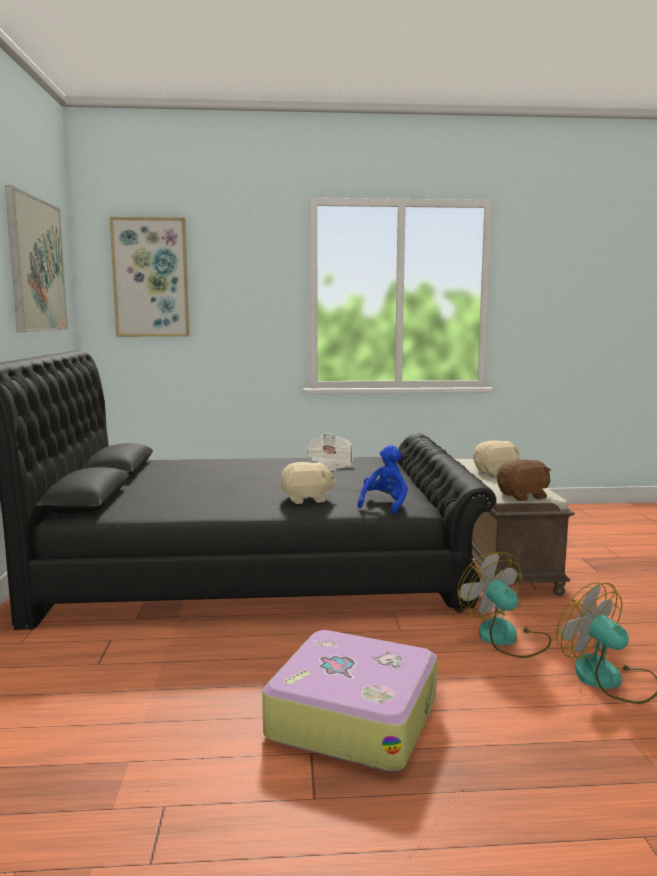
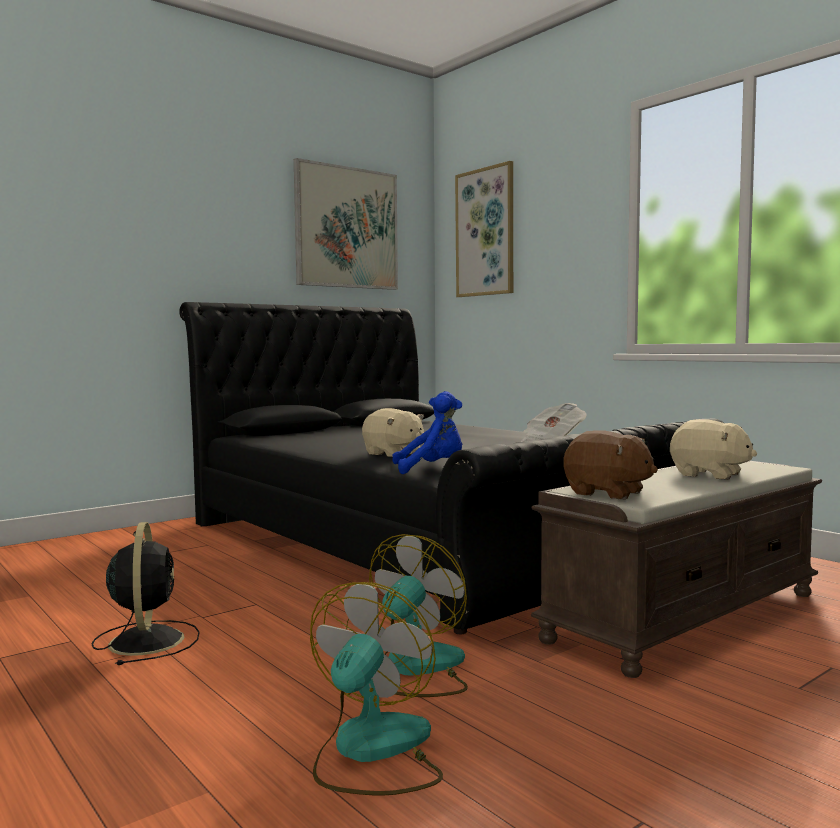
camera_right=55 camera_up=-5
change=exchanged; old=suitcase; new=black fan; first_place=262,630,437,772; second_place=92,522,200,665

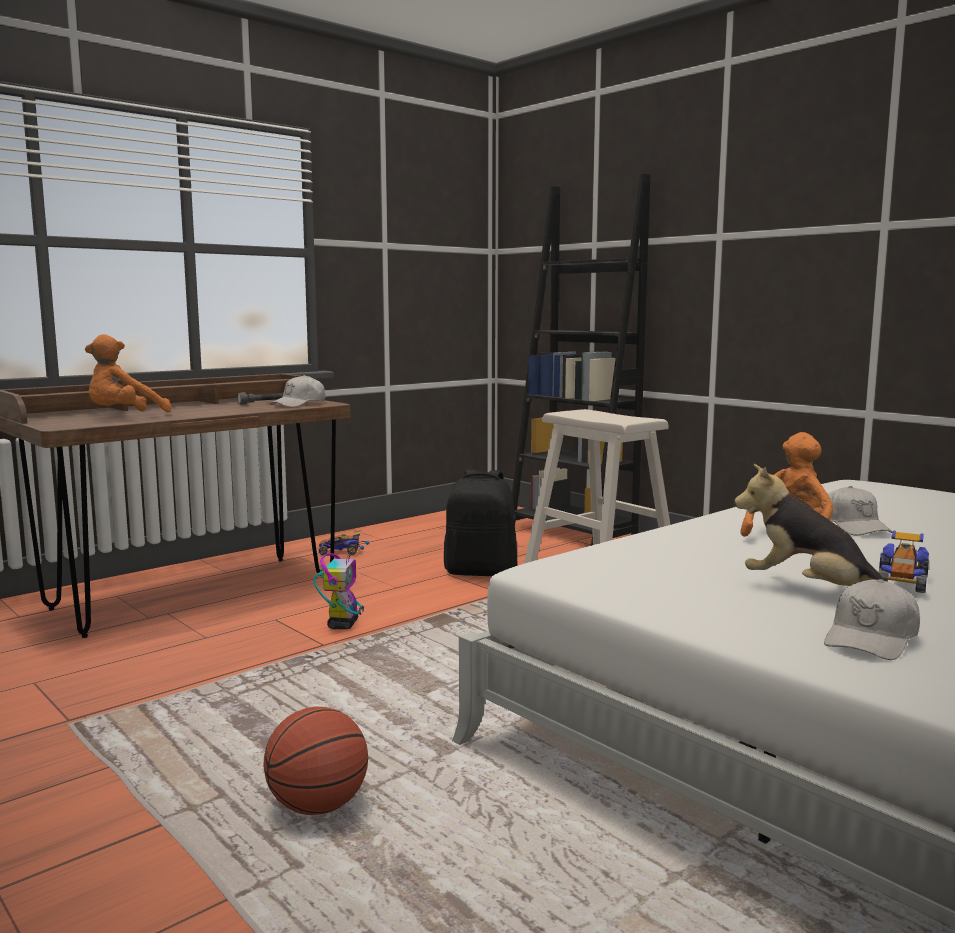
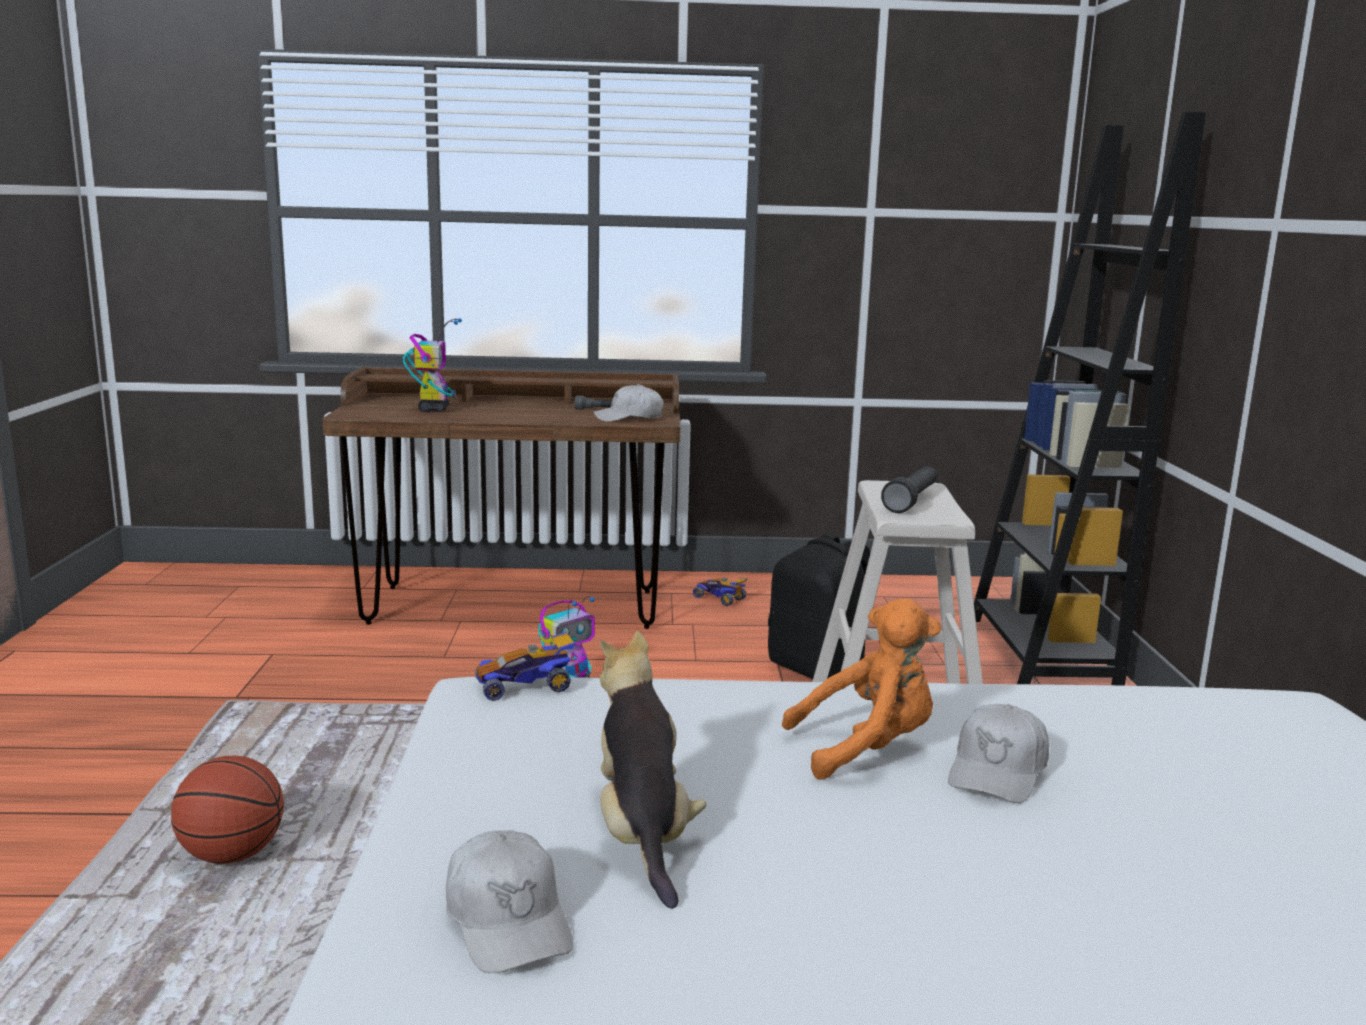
camera_right=40 camera_up=5
change=exchanged; old=orangey soft toy; new=robot figure; first_place=85,334,172,412; second_place=403,318,462,412
change=relocated; old=miniature car; first_place=878,530,929,593; second_place=475,631,575,701
change=spun; old=whitish baseball cap; first_place=824,579,920,660; second_place=446,830,574,973; degrees=-105
change=appeared; new=black torch; second_place=881,466,937,513

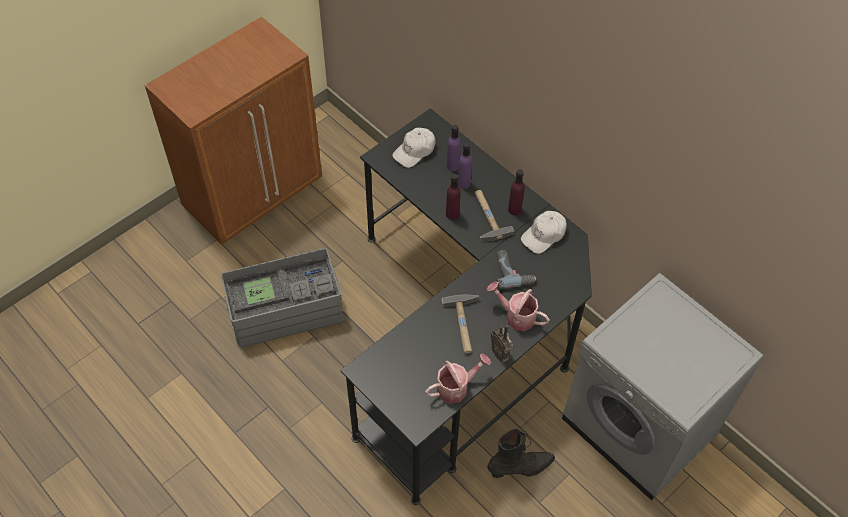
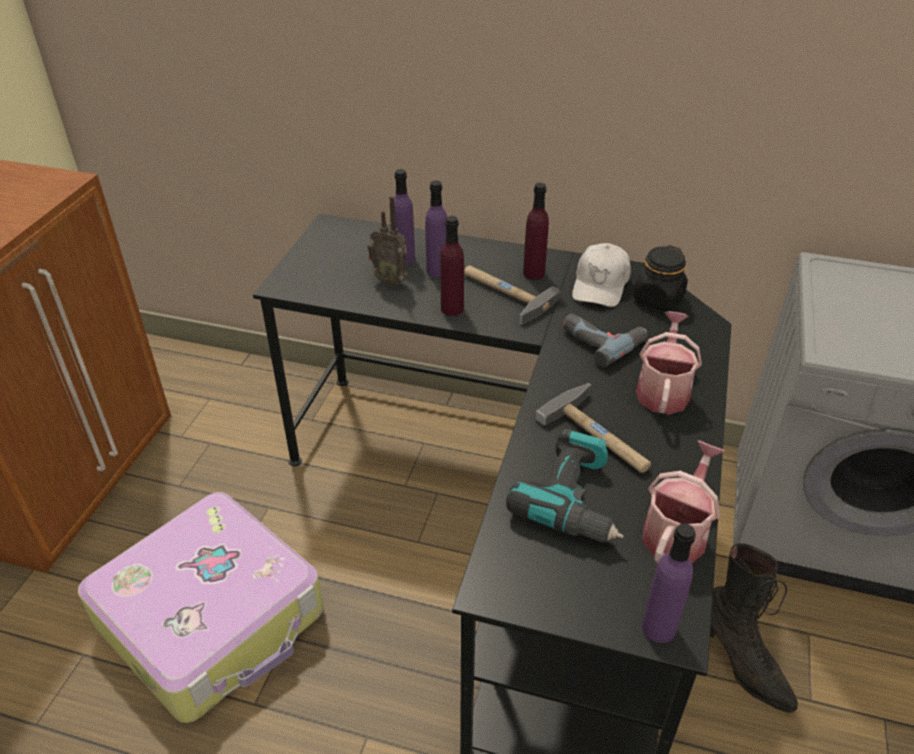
camera_right=-30 camera_up=-15
change=missing; old=whitish baseball cap; first_place=392,128,436,168
change=exchanged; old=greyish storage bin; new=suitcase; first_place=221,248,344,348; second_place=78,492,324,723
change=spun; old=watering pot; first_place=487,281,550,331; second_place=636,311,702,414; degrees=105
change=relocated; old=radio; first_place=491,325,513,363; second_place=367,196,408,287
change=spun; old=black boot; first_place=487,428,555,478; second_place=710,543,798,713; degrees=105
change=appeared; new=black storage jar; second_place=633,245,688,311
change=appeared; new=power drill; second_place=506,429,624,542
change=appeared; new=purplish drink bottle; second_place=642,523,696,643

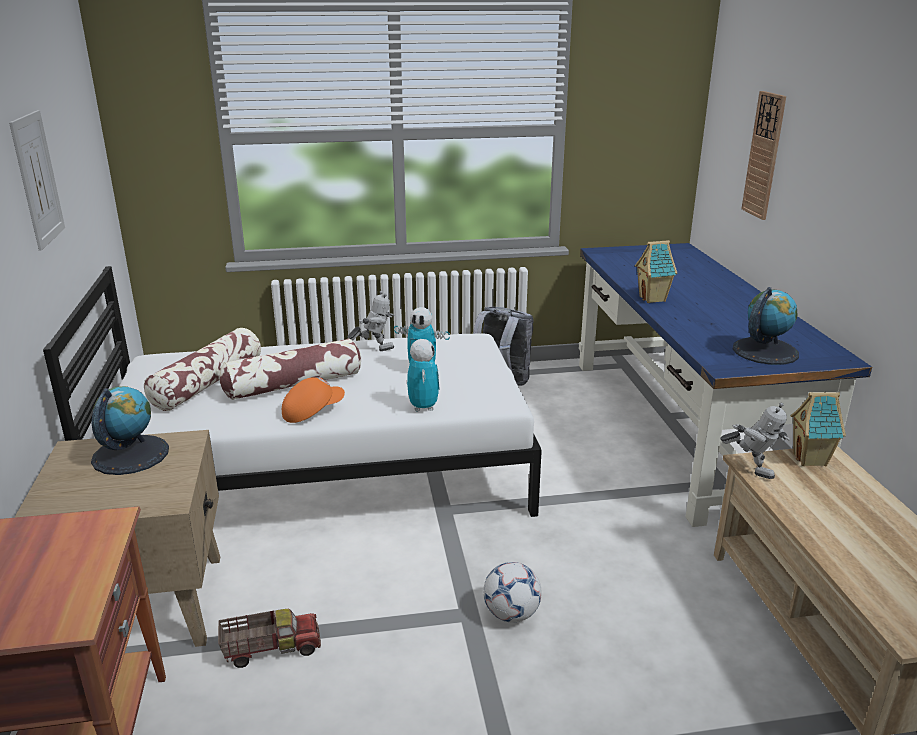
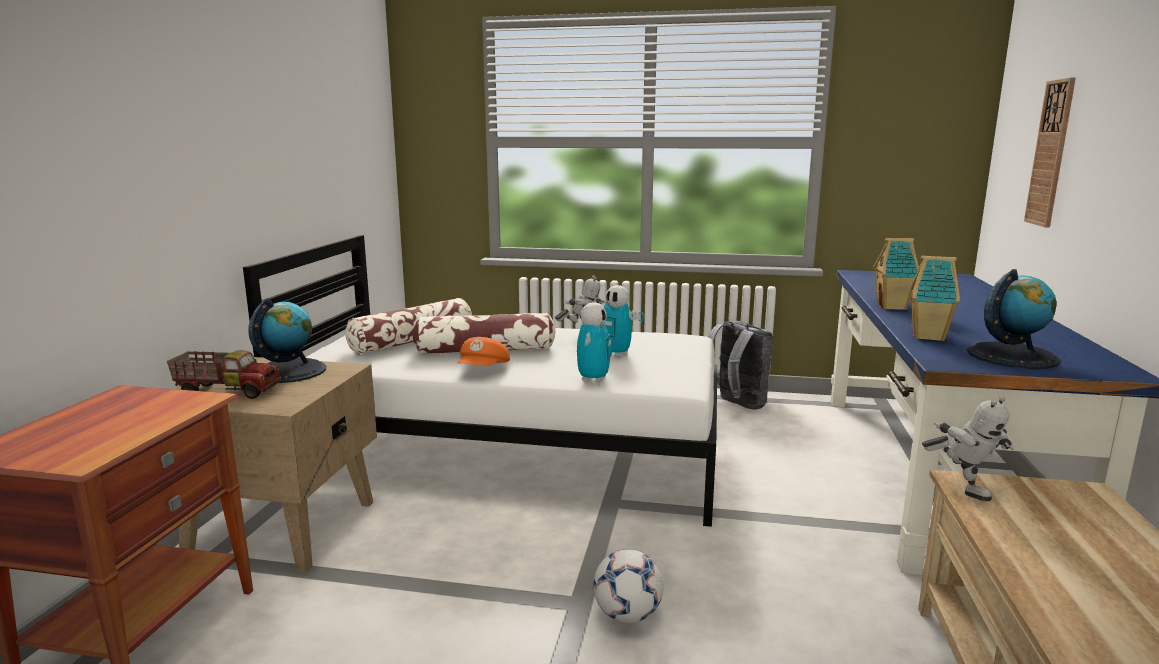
camera_right=20 camera_up=-10
change=missing; old=wall art; first_place=9,110,65,251
change=spun; old=orangey baseball cap; first_place=282,377,345,423; second_place=458,337,510,366; degrees=120
change=relocated; old=toy house; first_place=791,391,846,466; second_place=910,255,960,341
change=relocated; old=toy lorry; first_place=218,609,321,668; second_place=167,350,281,399

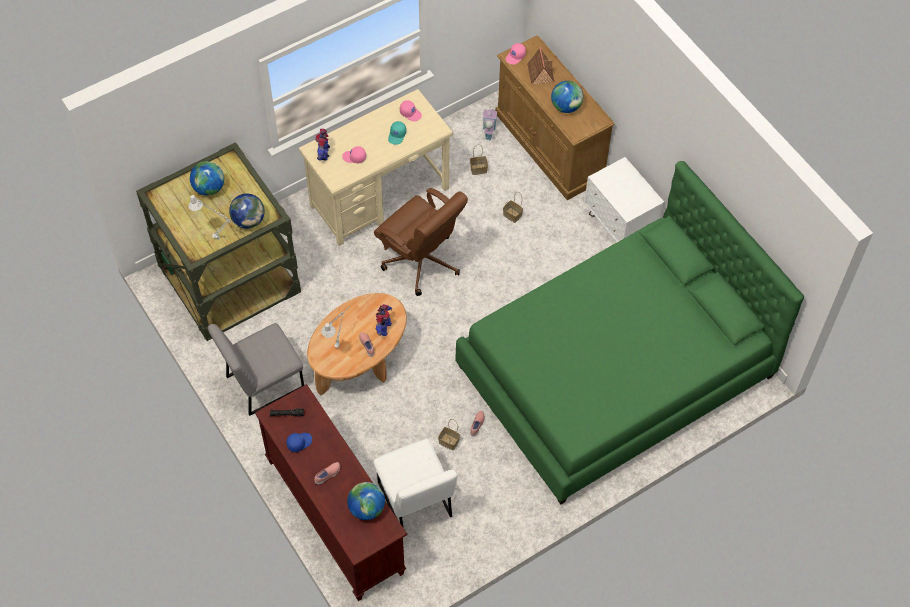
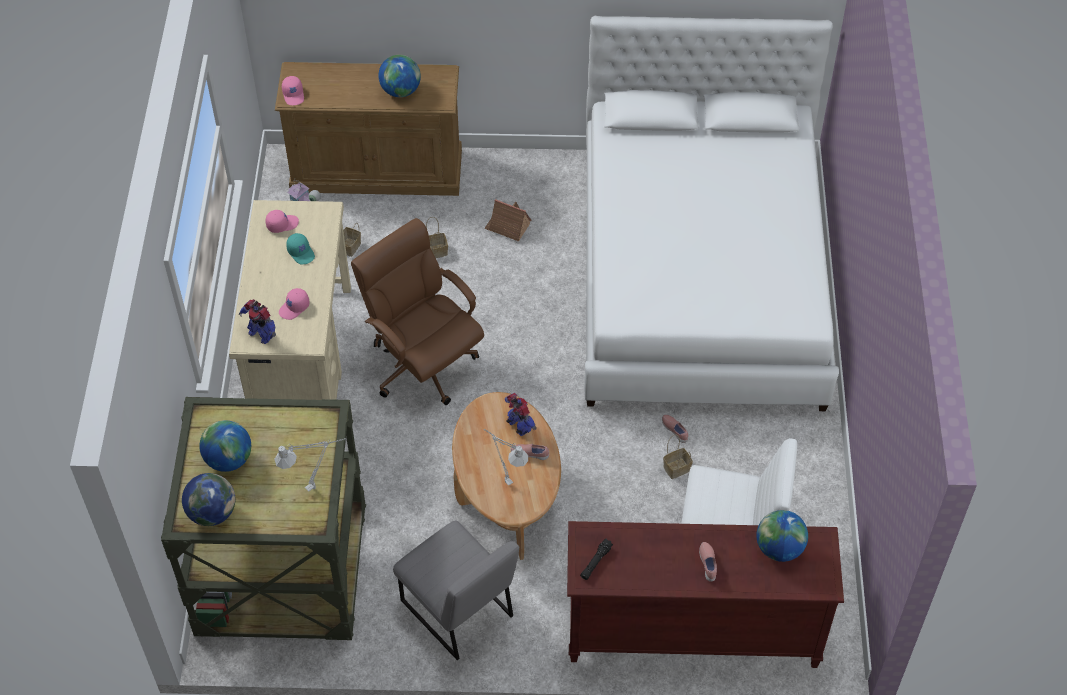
camera_right=-55 camera_up=-5
change=relocated; old=toy house; first_place=527,47,554,85; second_place=484,199,532,242
change=missing; old=whitish nightstand; first_place=584,157,664,242
change=colour; old=green sleeping bed; new=whitish sleeping bed; first_place=455,161,804,504; second_place=584,16,839,411
change=spun; old=brownish computer chair; first_place=374,188,468,296; second_place=351,218,484,405; degrees=-120
change=relocated; old=world globe; first_place=229,193,265,229; second_place=182,473,236,526
change=spun; old=greyish plain chair; first_place=208,323,304,416; second_place=393,521,519,660; degrees=-45
change=missing; old=blue baseball cap; first_place=286,433,312,452

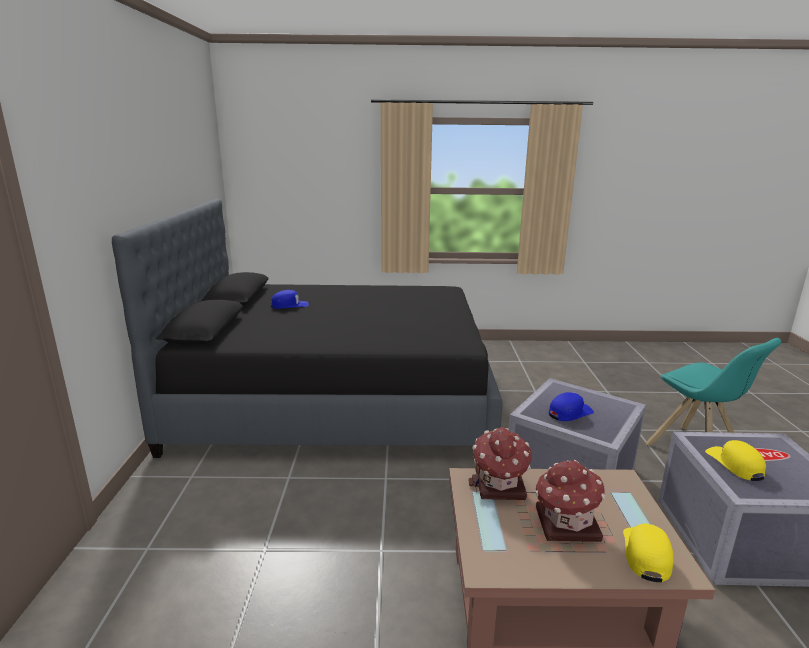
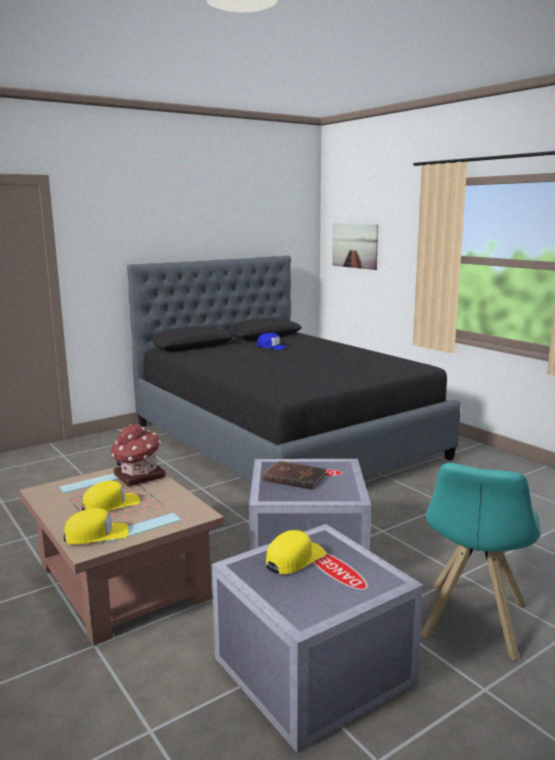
camera_right=55 camera_up=-5
change=exchanged; old=blue baseball cap; new=brownish volume; first_place=549,392,594,421; second_place=263,461,327,490
change=exchanged; old=toy house; new=yellowish baseball cap; first_place=535,460,606,542; second_place=82,481,140,512
change=appeared; new=wall art; second_place=332,223,378,270

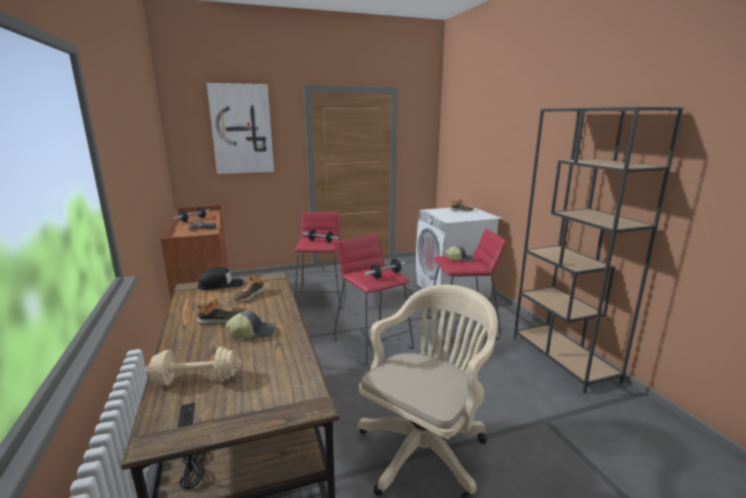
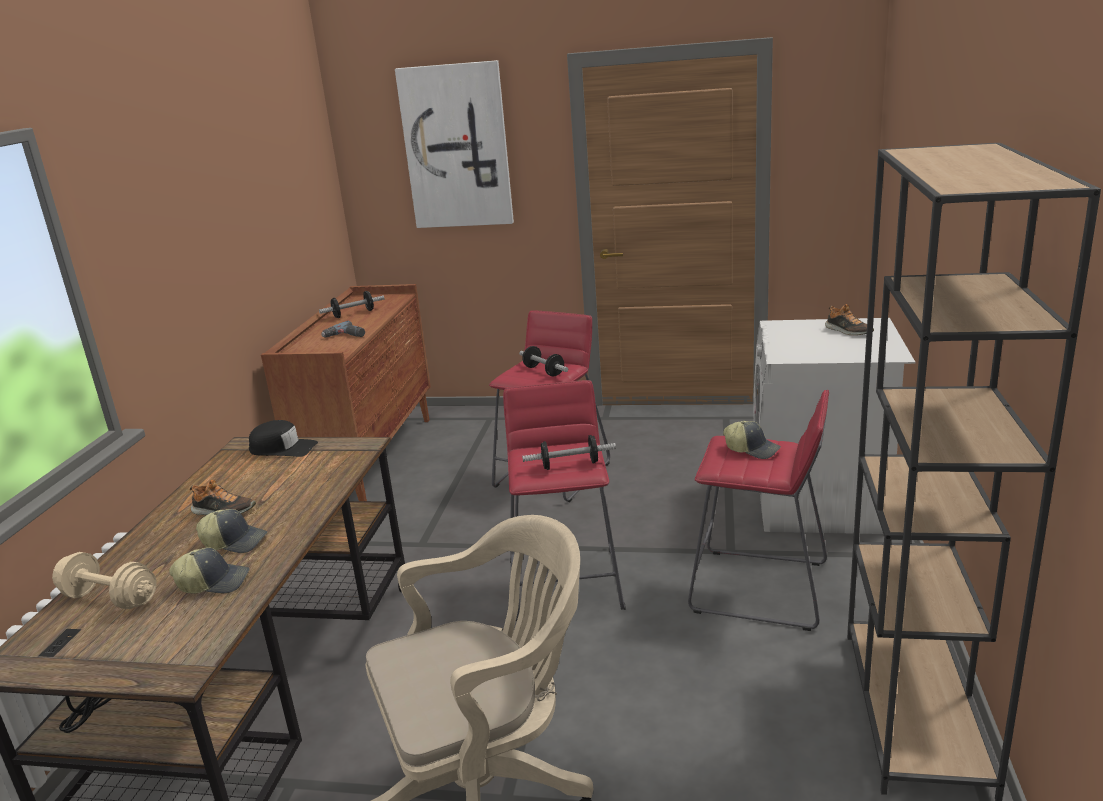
camera_right=30 camera_up=5
change=missing; old=shoe; first_place=234,274,266,301
change=appeared; new=baseball cap; second_place=169,547,250,594

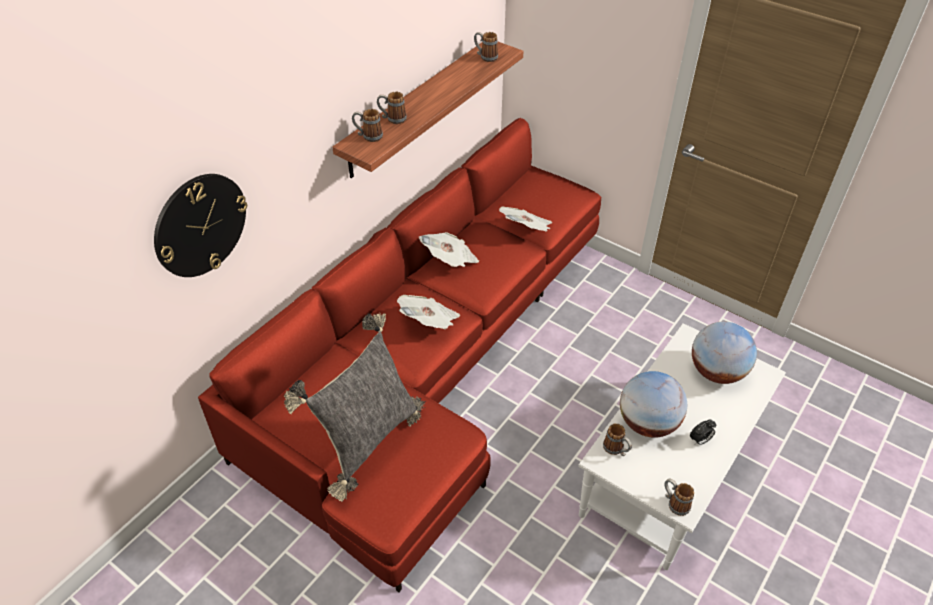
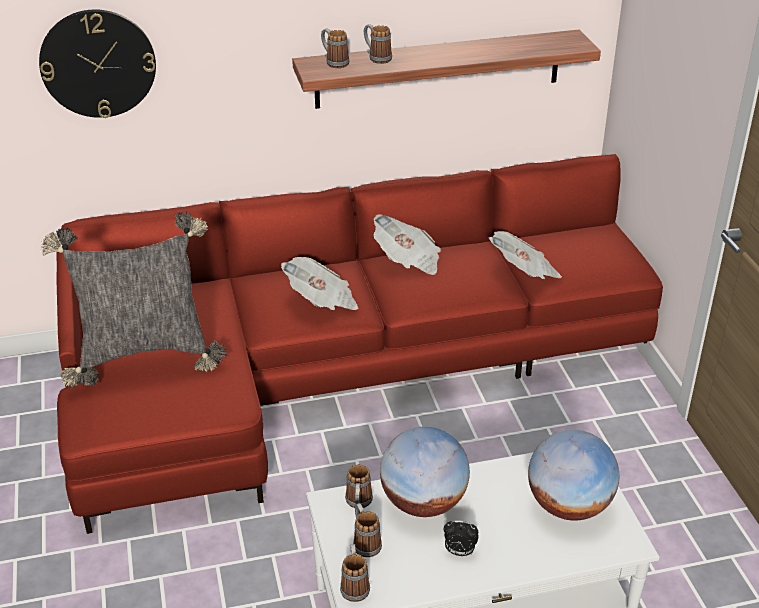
camera_right=40 camera_up=-10
change=relocated; old=tea mug; first_place=474,32,498,62; second_place=353,503,382,557

